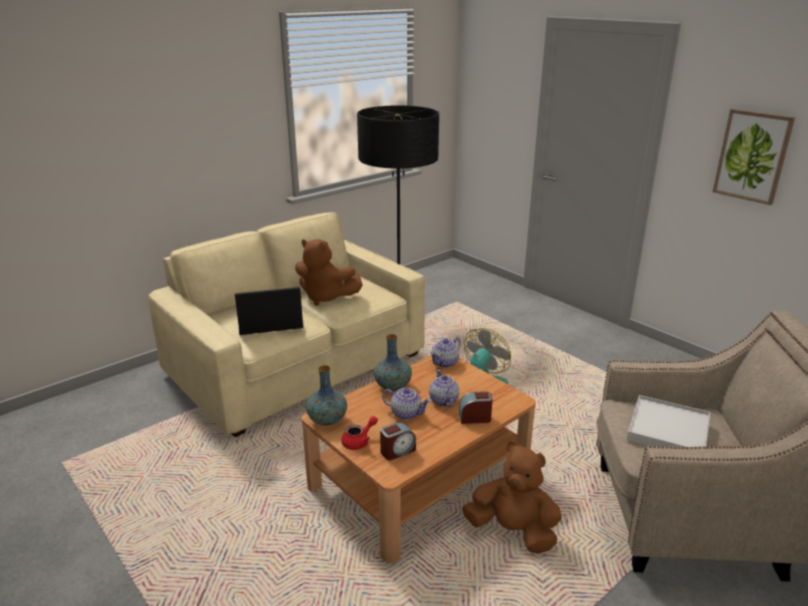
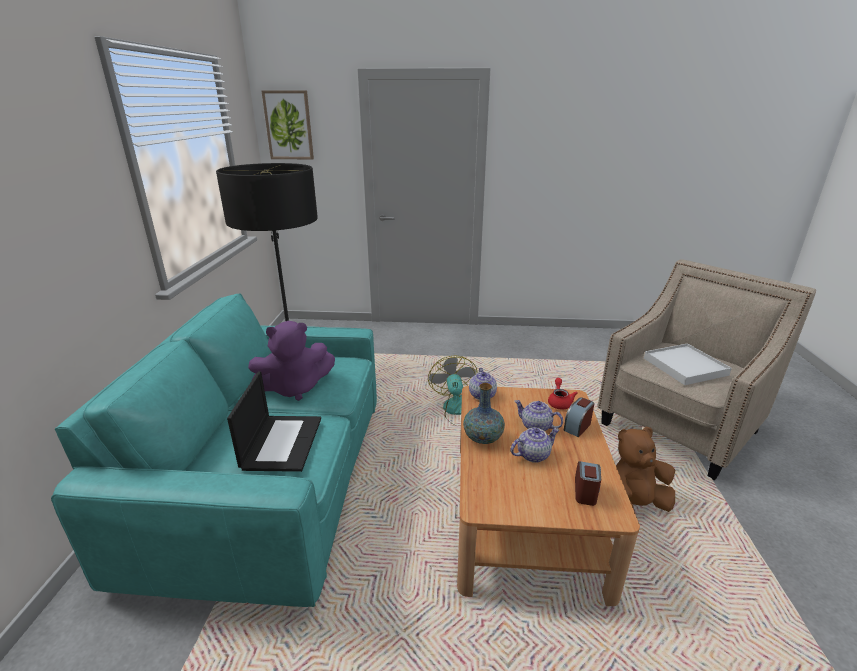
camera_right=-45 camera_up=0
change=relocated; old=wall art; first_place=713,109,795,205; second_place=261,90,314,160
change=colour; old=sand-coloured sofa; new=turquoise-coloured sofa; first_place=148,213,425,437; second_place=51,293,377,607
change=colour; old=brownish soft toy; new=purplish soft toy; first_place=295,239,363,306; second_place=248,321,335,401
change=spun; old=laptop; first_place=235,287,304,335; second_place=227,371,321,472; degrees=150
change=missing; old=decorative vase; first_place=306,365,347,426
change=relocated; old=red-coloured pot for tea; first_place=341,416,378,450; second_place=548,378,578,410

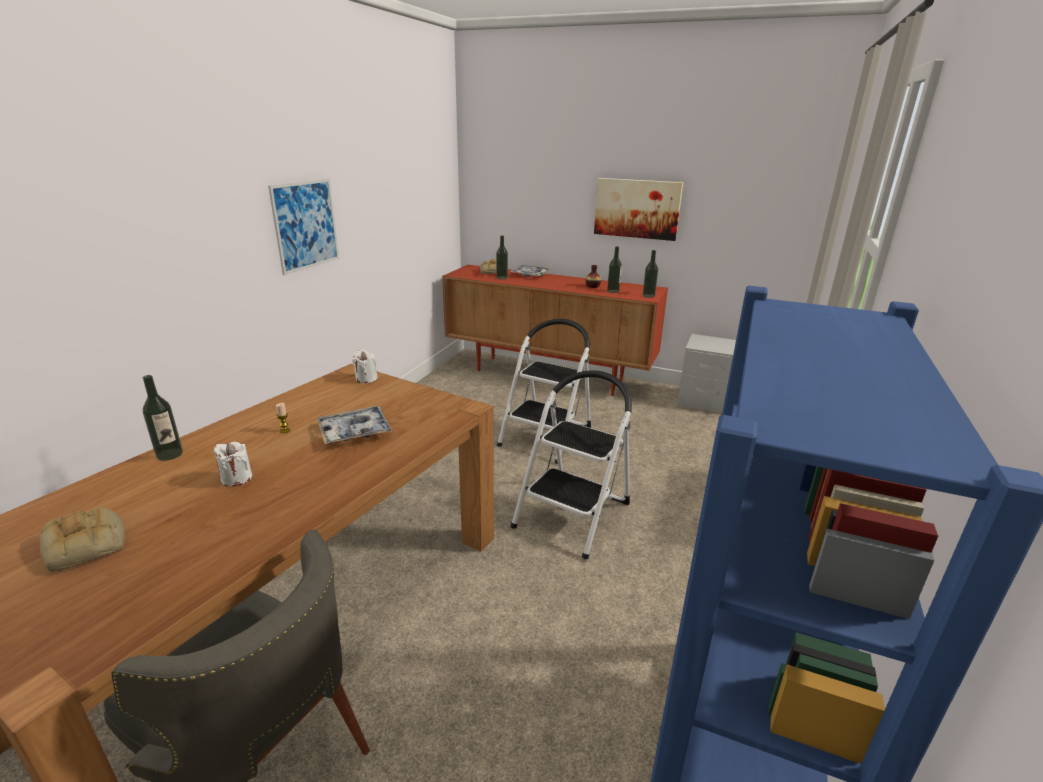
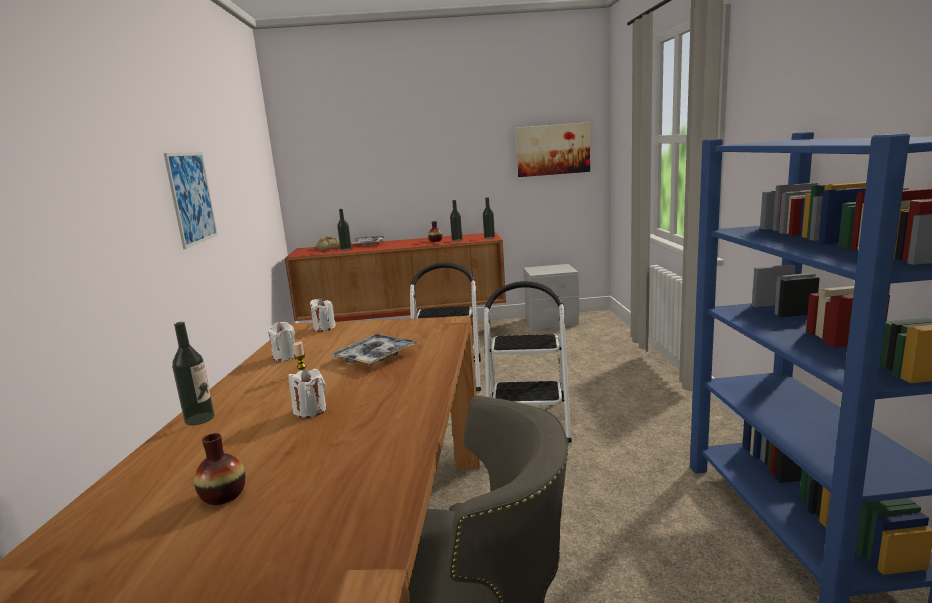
camera_right=-25 camera_up=-10
change=relocated; old=wall art; first_place=594,178,683,241; second_place=516,122,590,177
change=exchanged; old=bakery bread; new=decorative vase; first_place=39,508,125,573; second_place=194,433,245,505
change=appeared; new=whitish wax light; second_place=268,322,296,361

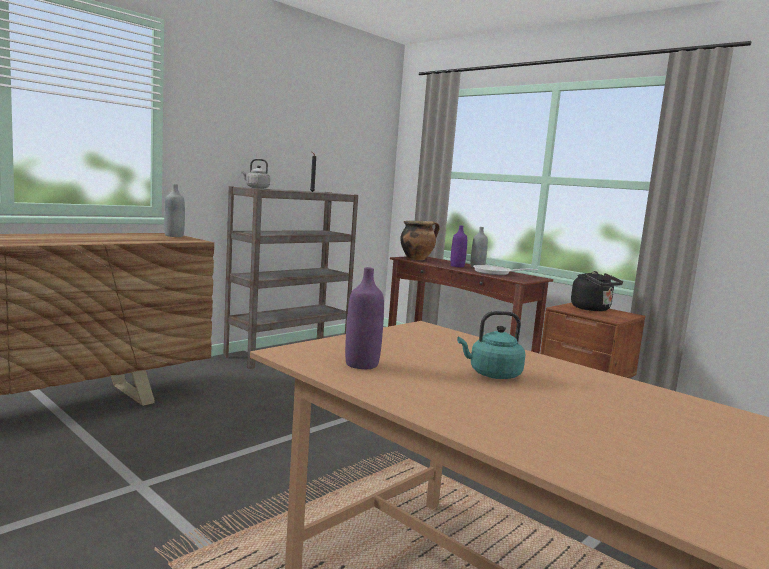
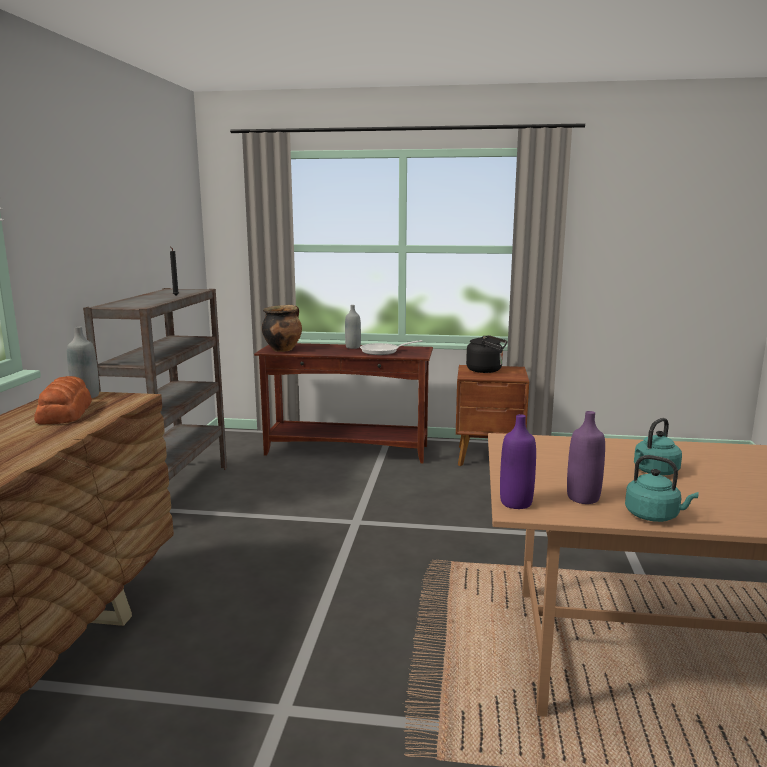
camera_right=-35 camera_up=5
change=missing; old=greyish kettle; first_place=241,159,270,189
change=relocated; old=purplish drink bottle; first_place=450,225,467,267; second_place=500,414,536,509
change=appeared; new=bakery bread; second_place=34,376,92,425
change=appeared; new=turquoise-coloured kettle; second_place=625,455,699,522

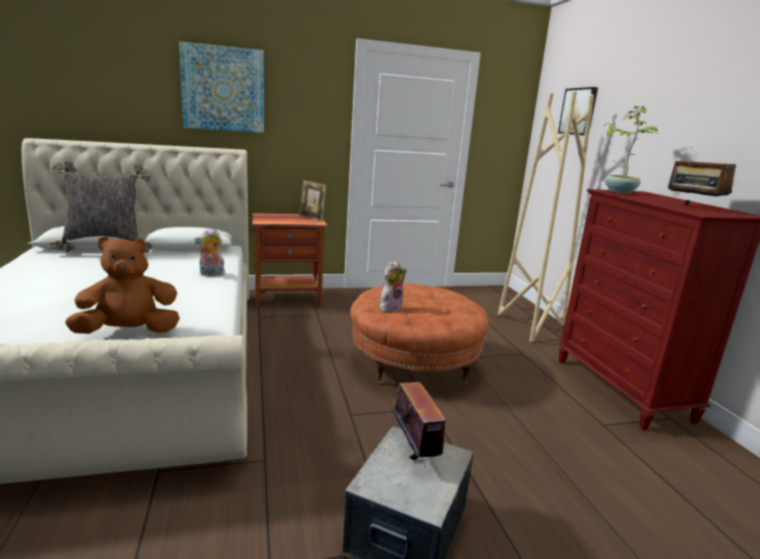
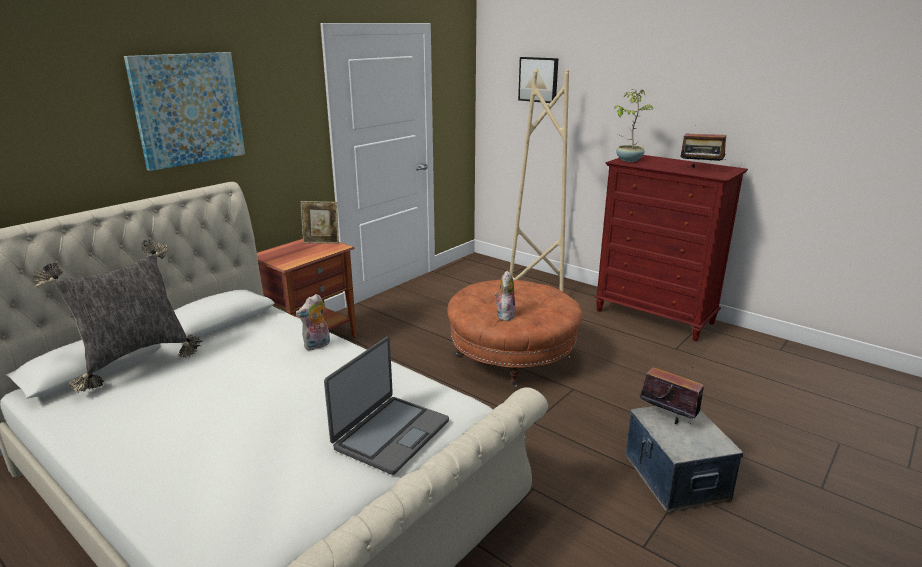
camera_right=-35 camera_up=5
change=exchanged; old=brownish soft toy; new=laptop; first_place=65,236,180,334; second_place=324,337,449,475

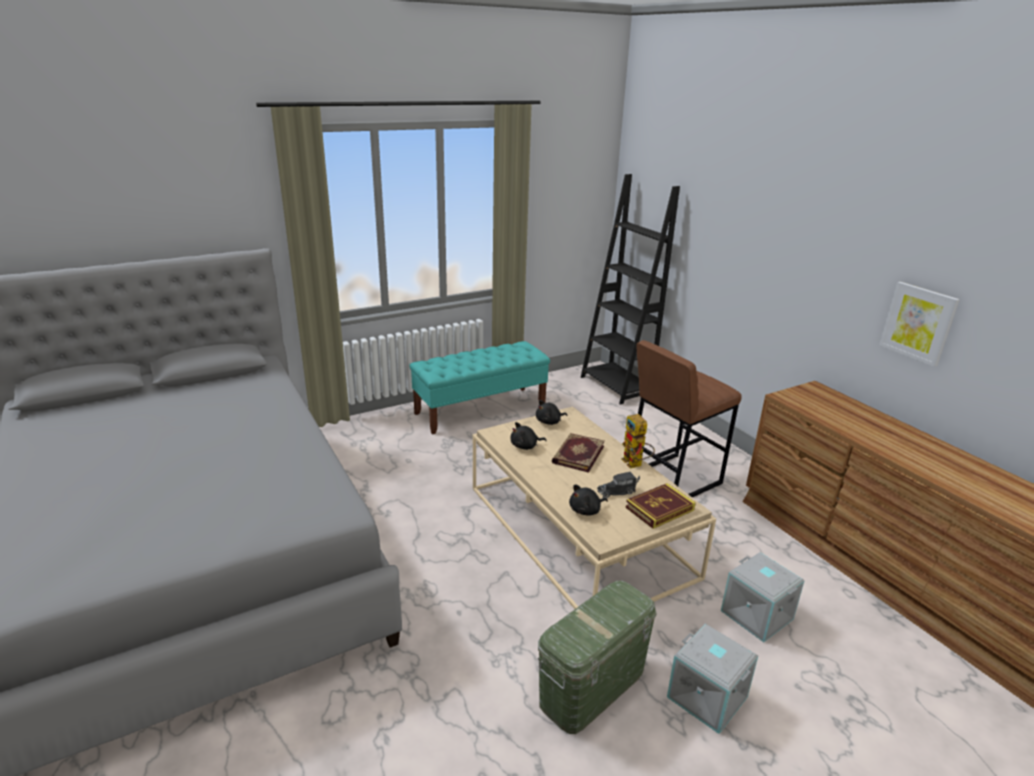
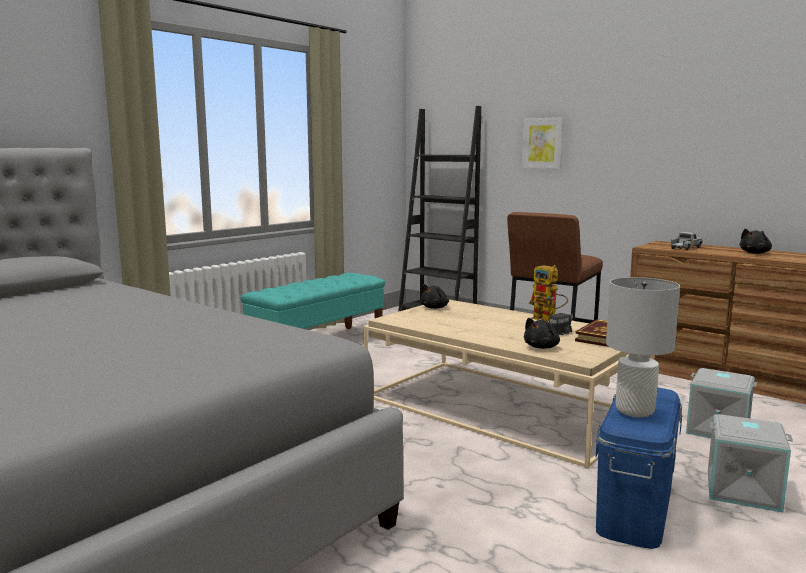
camera_right=-20 camera_up=-15
change=relocated; old=wall art; first_place=880,282,959,367; second_place=522,117,564,169
change=relocated; old=black soft toy; first_place=511,422,547,450; second_place=740,229,772,254
change=missing; old=volume; first_place=552,433,605,473
change=colour; old=green storage bin; new=blue storage bin; first_place=538,581,656,734; second_place=596,388,682,549
change=appeared; new=toy lorry; second_place=671,232,703,250
change=appeared; new=greyish lamp for a table; second_place=606,277,680,418

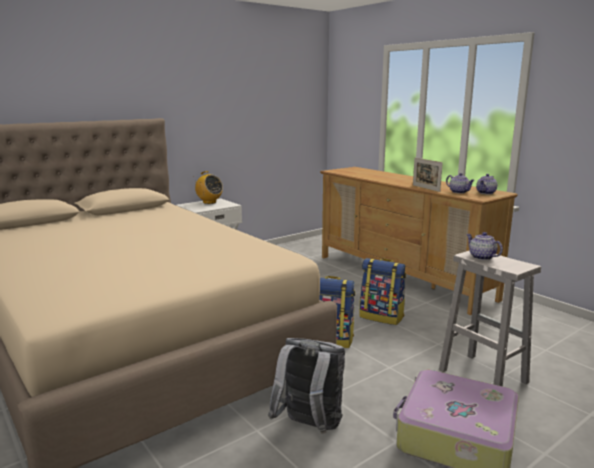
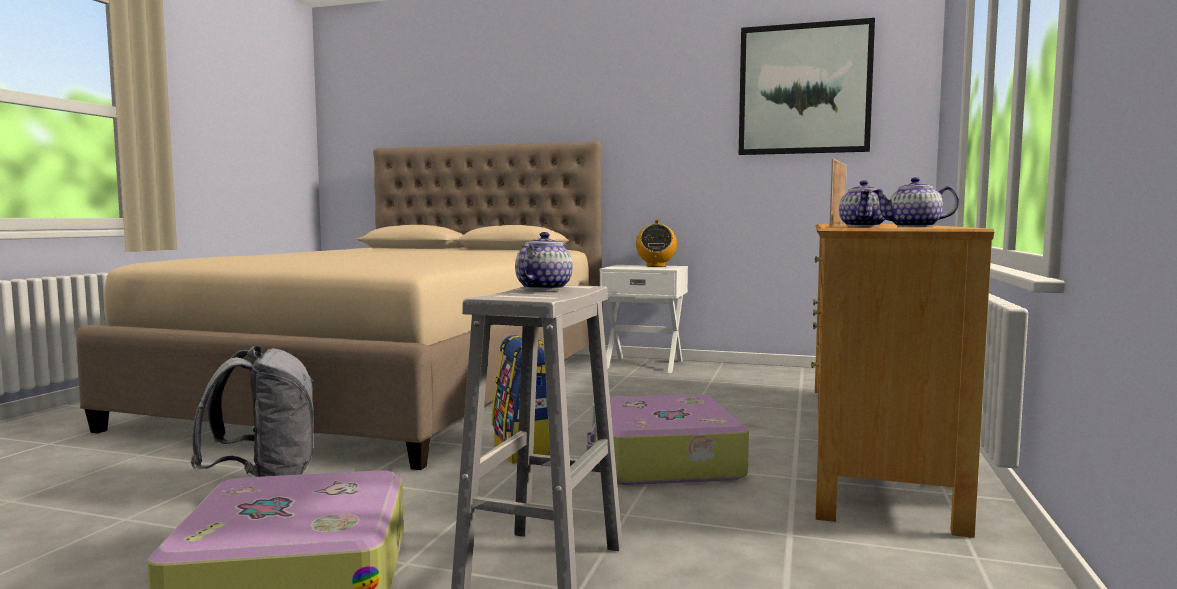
camera_right=55 camera_up=-10
change=exchanged; old=backpack; new=suitcase; first_place=360,258,406,325; second_place=587,394,749,485
change=appeared; new=wall art; second_place=739,18,875,155

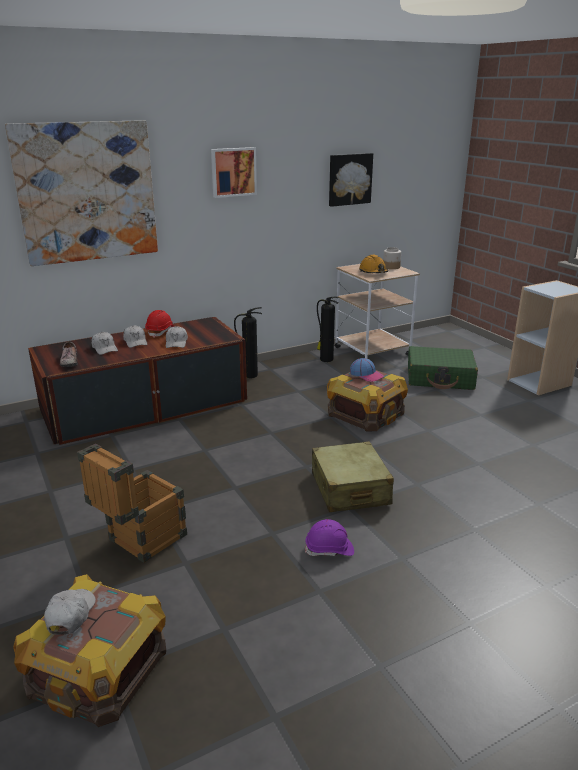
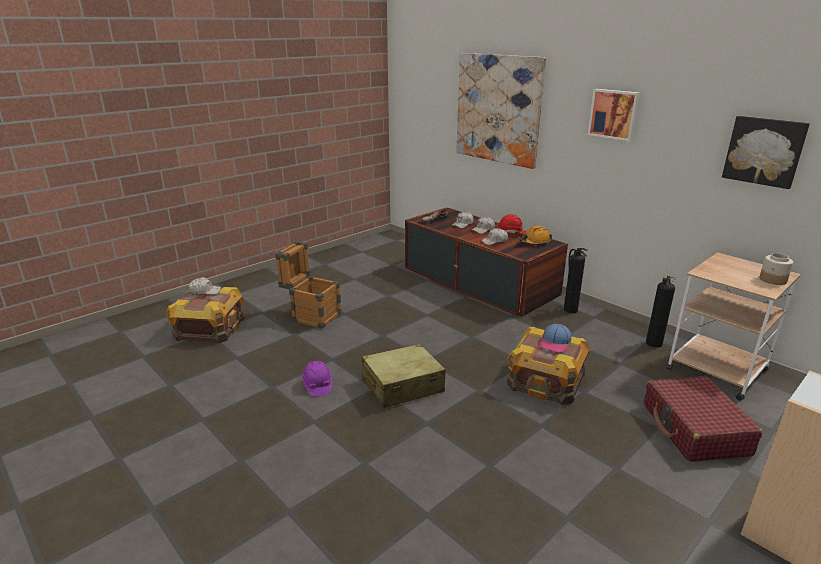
camera_right=75 camera_up=0
change=relocated; old=orangey work helmet; first_place=359,255,388,273; second_place=520,226,552,245
change=colour; old=green suitcase; new=red-coloured suitcase; first_place=408,346,478,390; second_place=644,376,762,462

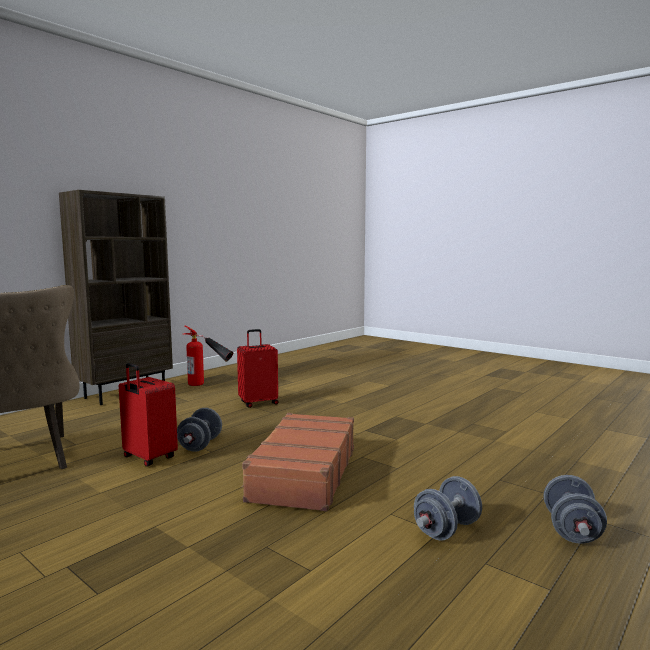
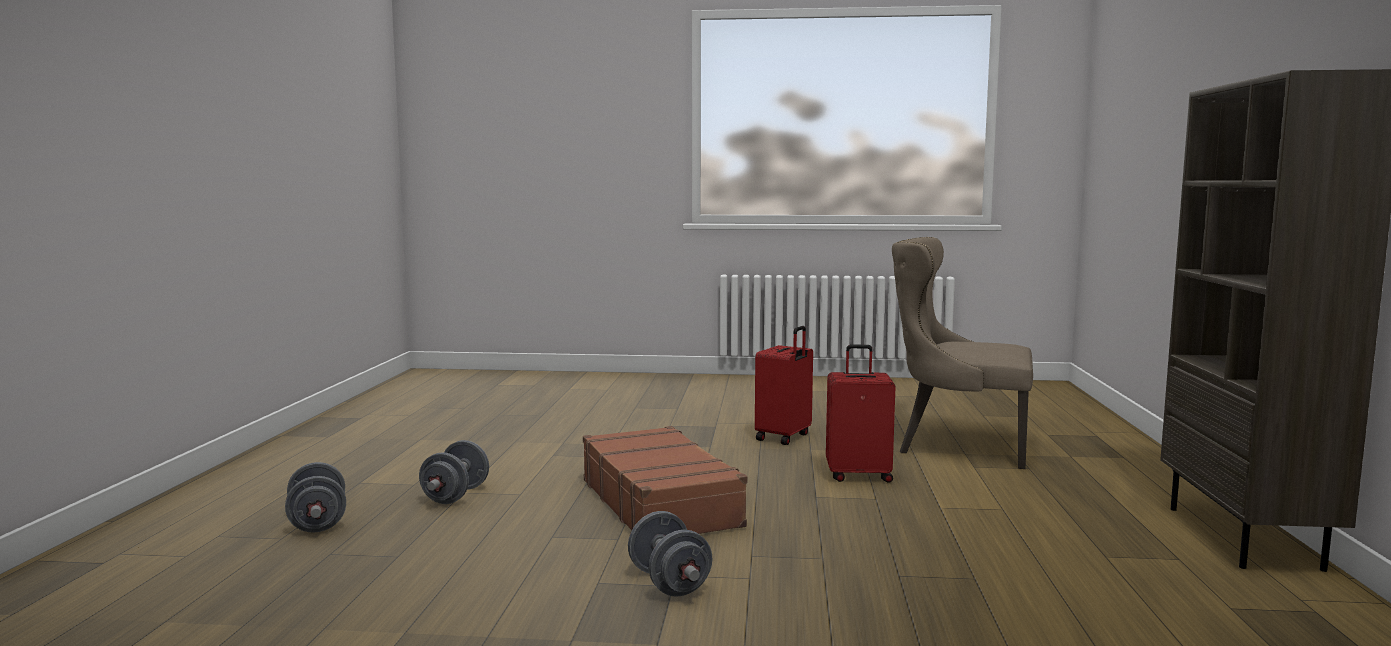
camera_right=145 camera_up=0
change=missing; old=fire-fighting cylinder; first_place=182,326,233,386
change=relocated; old=red-coloured suitcase; first_place=237,329,278,408; second_place=755,326,813,445
change=relocated; old=greyish free weight; first_place=177,408,222,452; second_place=628,511,712,597

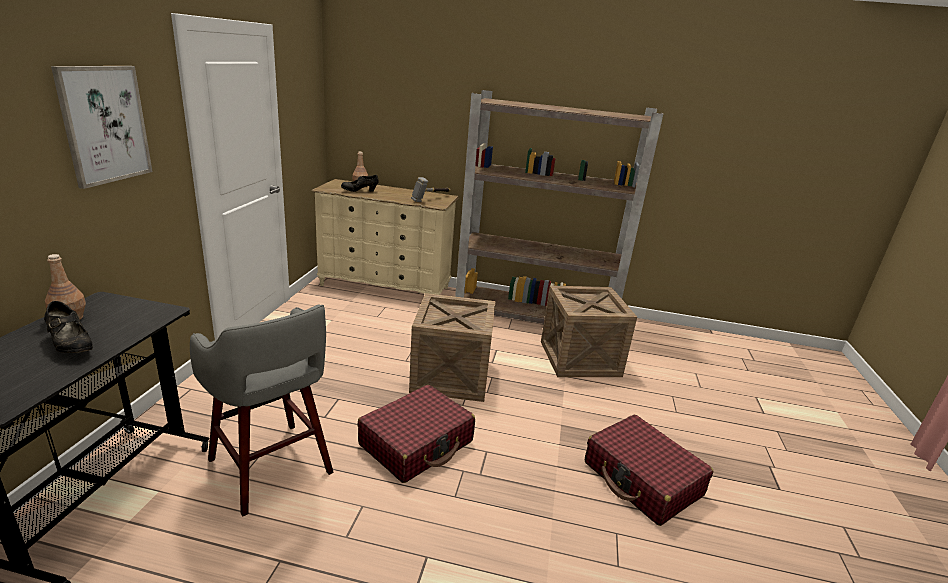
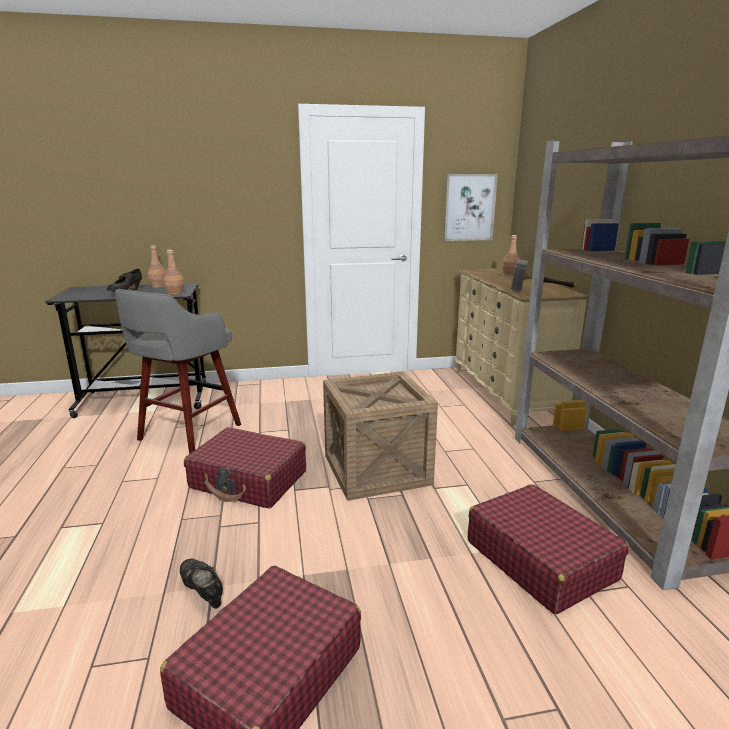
camera_right=70 camera_up=-5
change=relocated; old=wall art; first_place=51,66,152,189; second_place=443,174,498,241
change=relocated; old=black shoe; first_place=341,175,379,192; second_place=180,559,223,609
change=exchanged; old=shipping crate; new=red-coloured suitcase; first_place=541,285,637,377; second_place=468,484,629,614
change=appeared; new=brownish drink bottle; second_place=163,250,185,295

